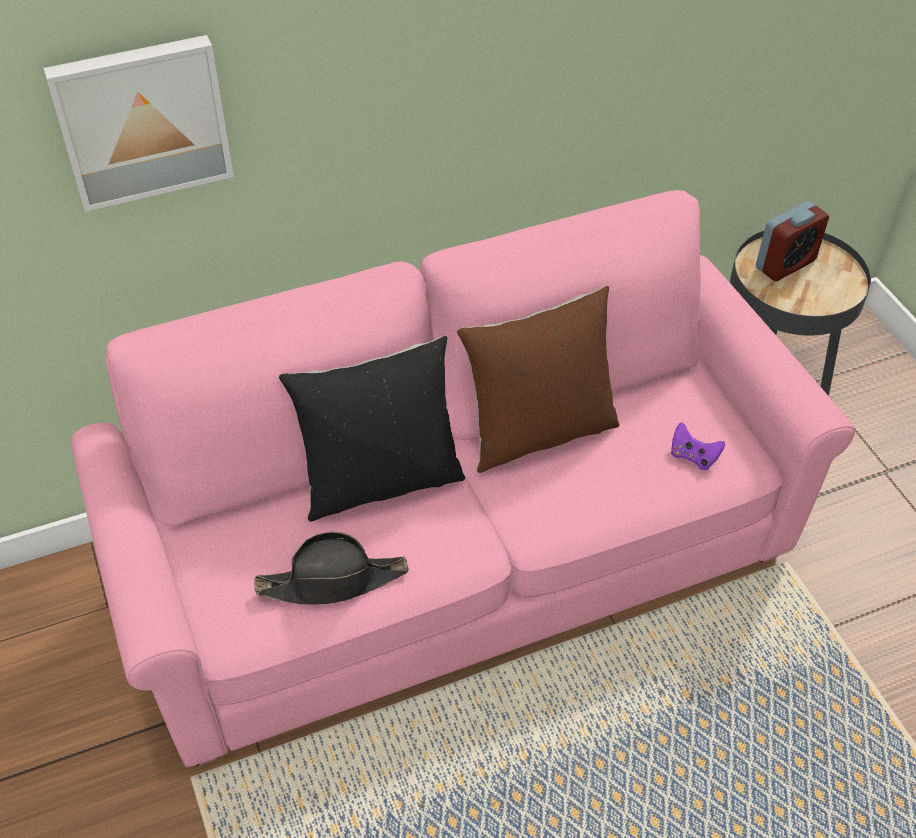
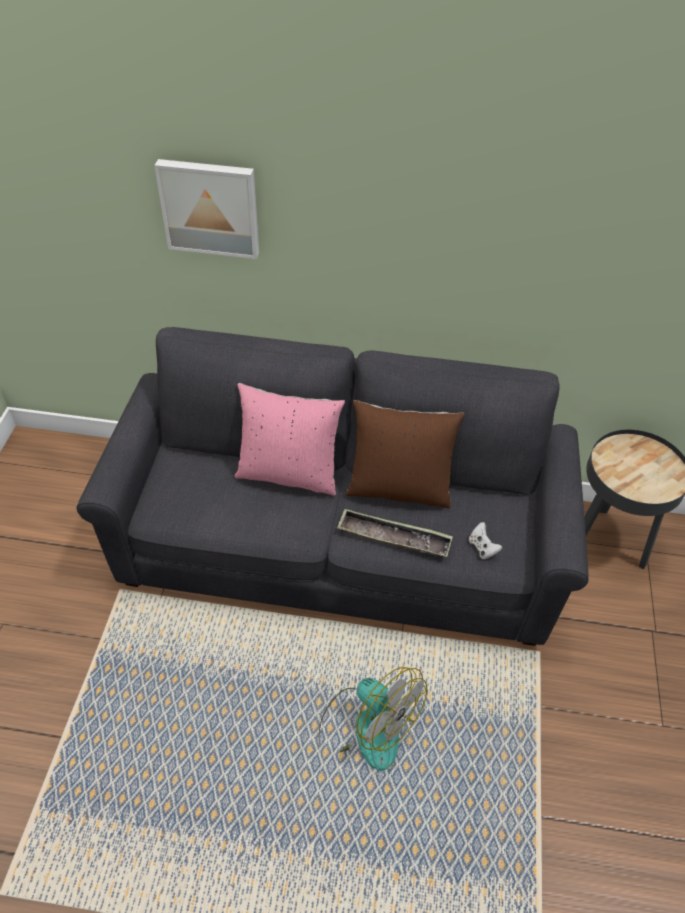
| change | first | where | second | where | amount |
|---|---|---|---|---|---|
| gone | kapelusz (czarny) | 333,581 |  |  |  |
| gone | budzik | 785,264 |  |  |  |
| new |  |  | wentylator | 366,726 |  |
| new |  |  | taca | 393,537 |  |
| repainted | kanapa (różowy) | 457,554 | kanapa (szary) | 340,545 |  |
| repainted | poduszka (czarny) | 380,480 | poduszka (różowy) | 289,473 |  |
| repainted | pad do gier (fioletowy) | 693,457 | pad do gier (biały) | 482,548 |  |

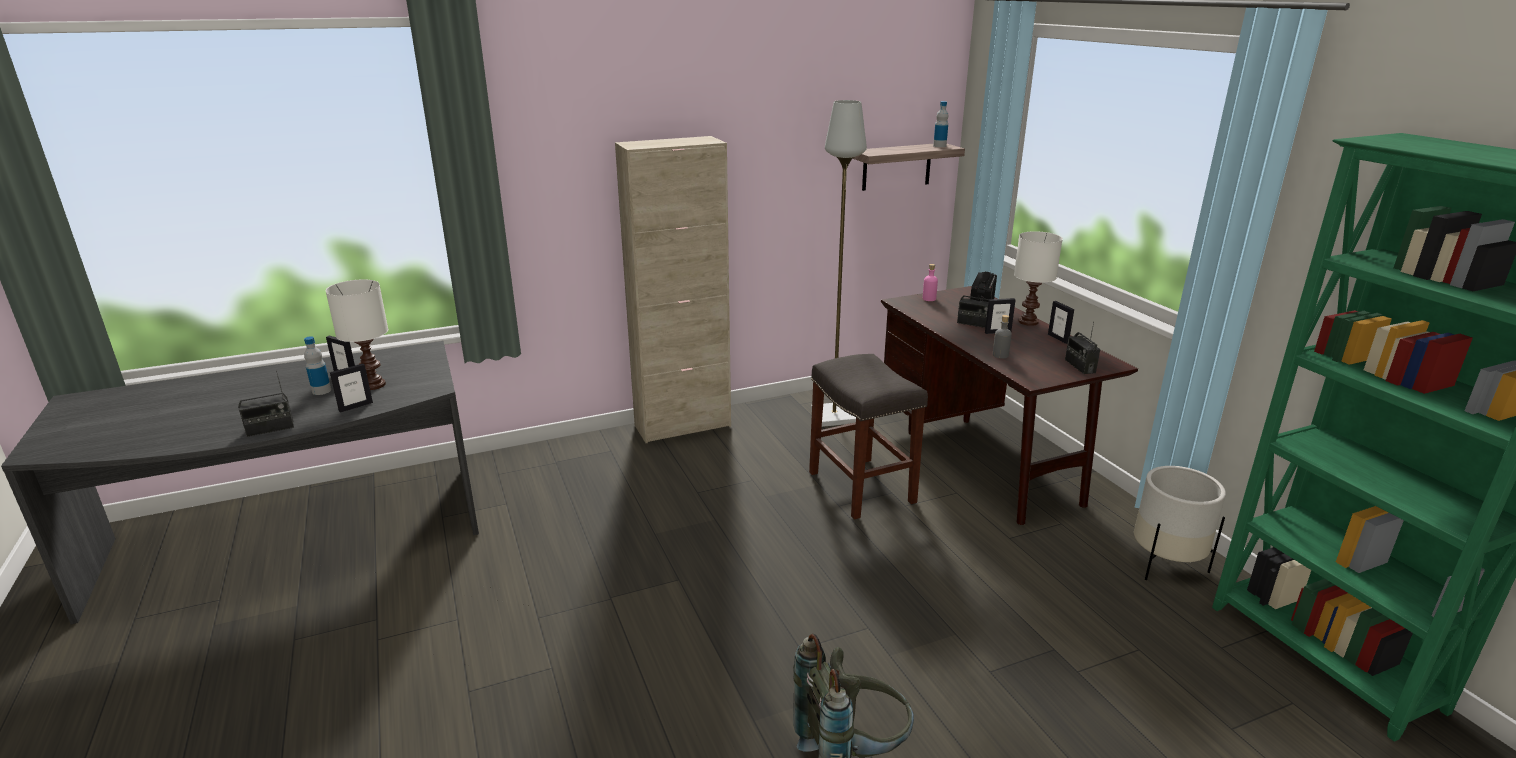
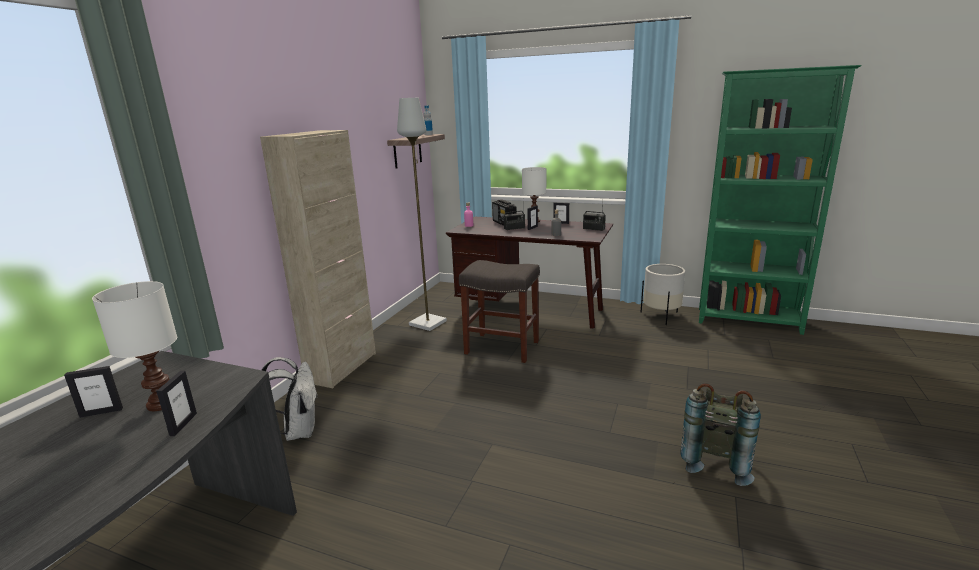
| change | first | where | second | where | amount |
|---|---|---|---|---|---|
| gone | radio | 270,429 |  |  |  |
| gone | butelka | 321,391 |  |  |  |
| new |  |  | plecak (biały) | 298,431 |  |

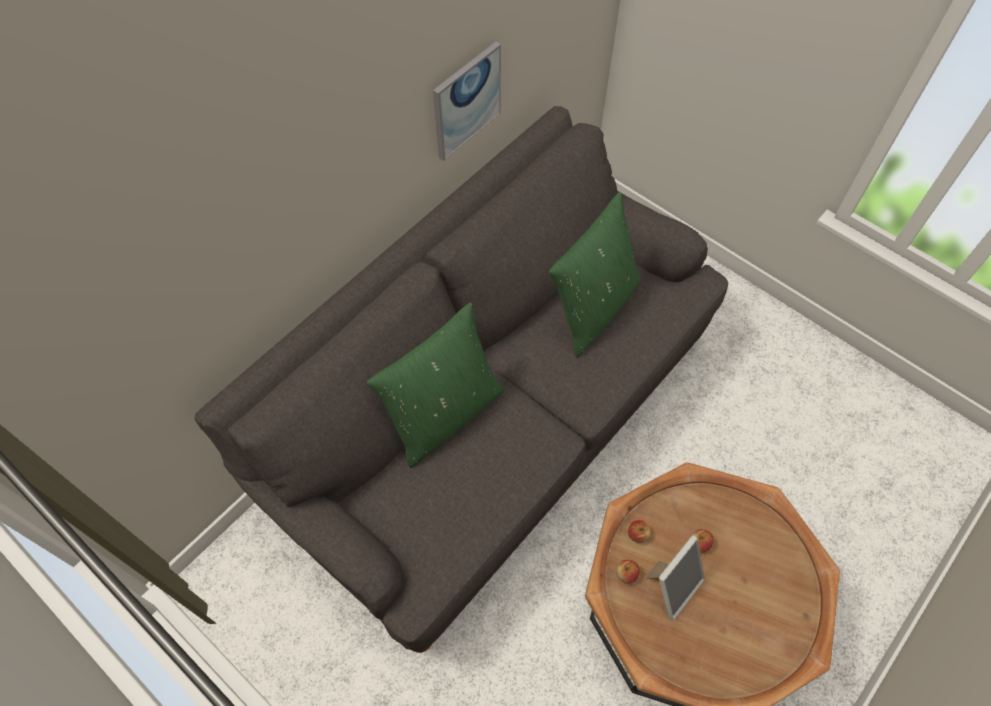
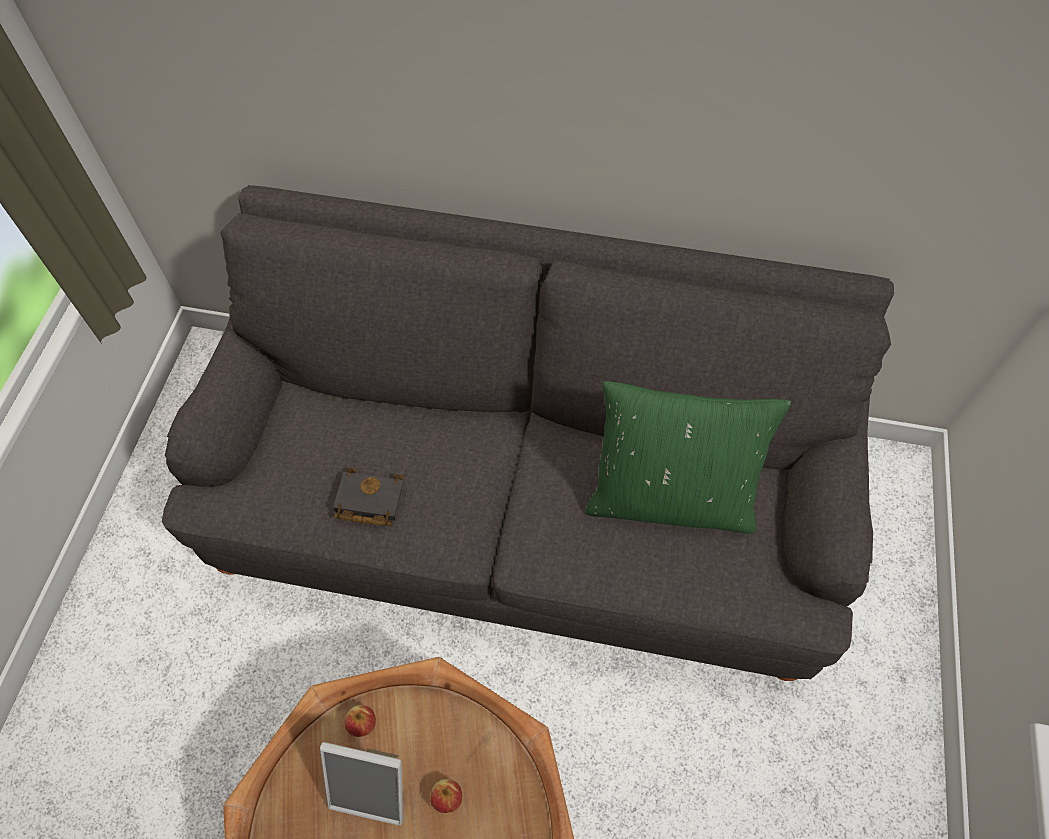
| change | first | where | second | where | amount |
|---|---|---|---|---|---|
| gone | poduszka (zielony) | 444,414 |  |  |  |
| gone | obraz | 466,101 |  |  |  |
| gone | jabłko | 637,534 |  |  |  |
| new |  |  | książka (czarny) | 367,501 |  |

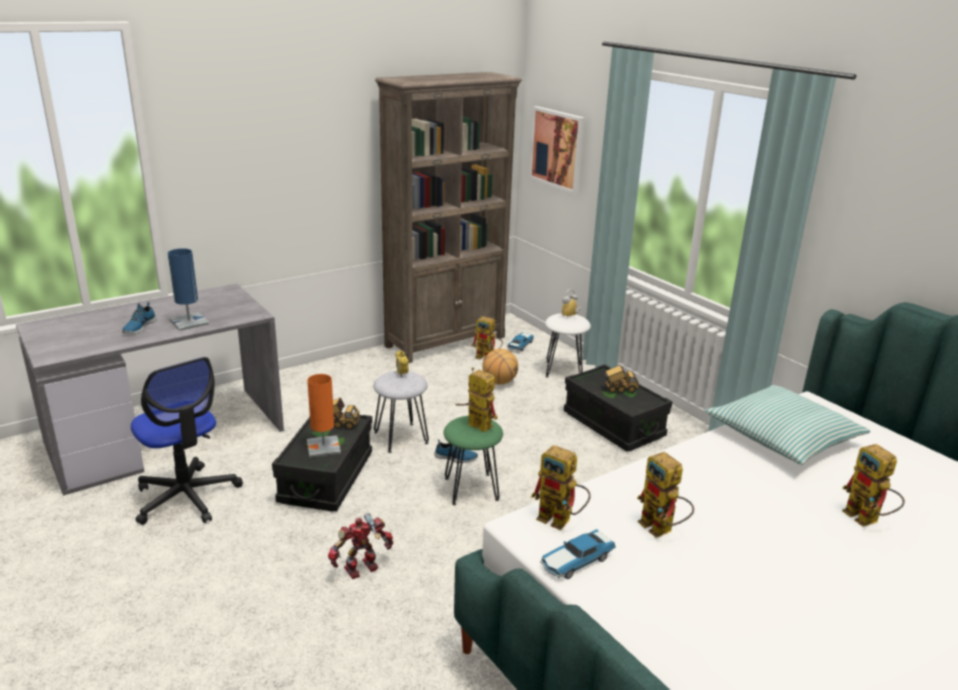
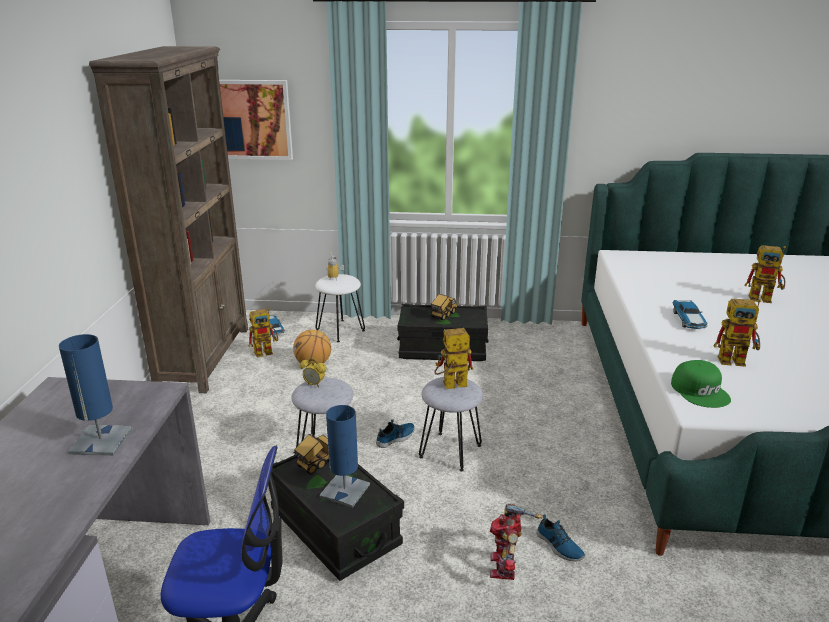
| change | first | where | second | where | amount |
|---|---|---|---|---|---|
| gone | poduszka | 782,436 |  |  |  |
| shifted | but | 138,327 |  | 559,546 |  |
| shifted | samochodzik | 575,561 |  | 688,320 |  |
| swapped | robot zabawkowy | 561,520 | czapka z daszkiem (zielony) | 700,391 |  |
| repainted | lampa stołowa (pomarańczowy) | 323,447 | lampa stołowa (niebieski) | 345,491 |  |
| repainted | stołek (zielony) | 472,489 | stołek (szary) | 450,451 |  |

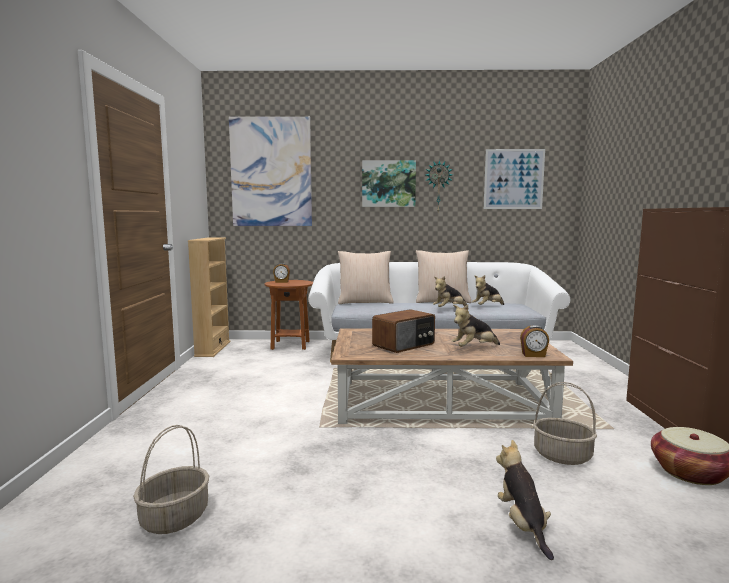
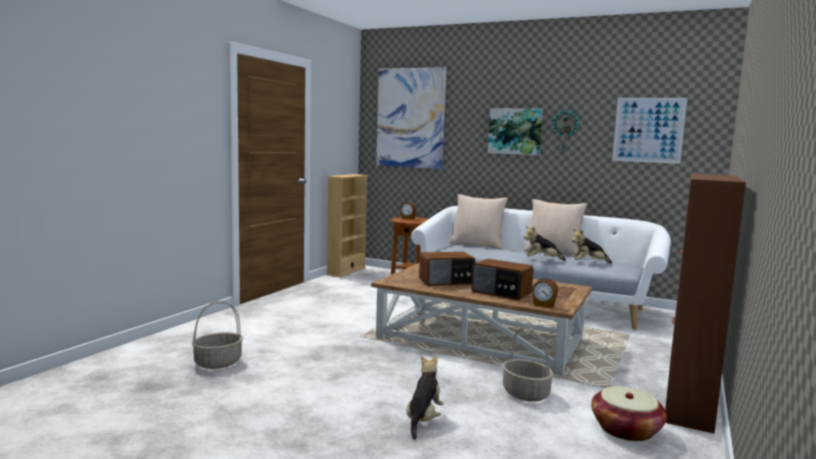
| change | first | where | second | where | amount |
|---|---|---|---|---|---|
| swapped | pluszak | 474,348 | radio | 501,293 |  |

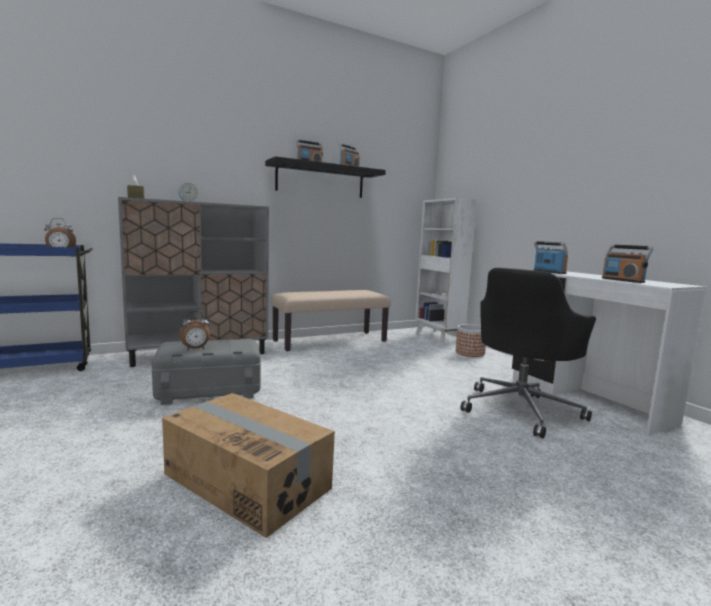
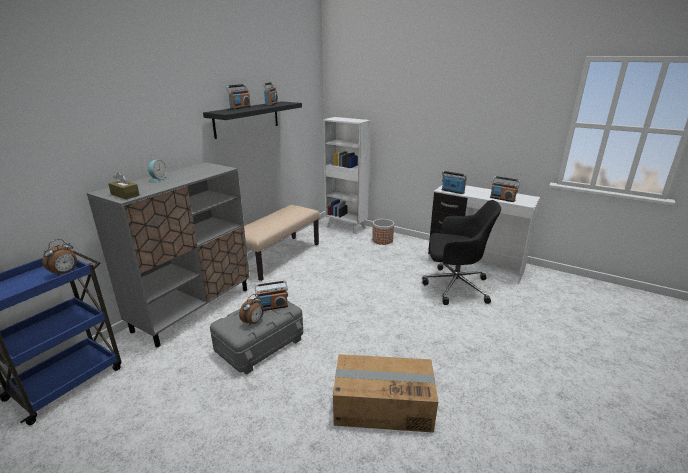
| change | first | where | second | where | amount |
|---|---|---|---|---|---|
| new |  |  | radio | 272,307 |  |
| rotated | krzesło biurowe (czarny) | 521,409 |  | 454,286 | 90 degrees counterclockwise |

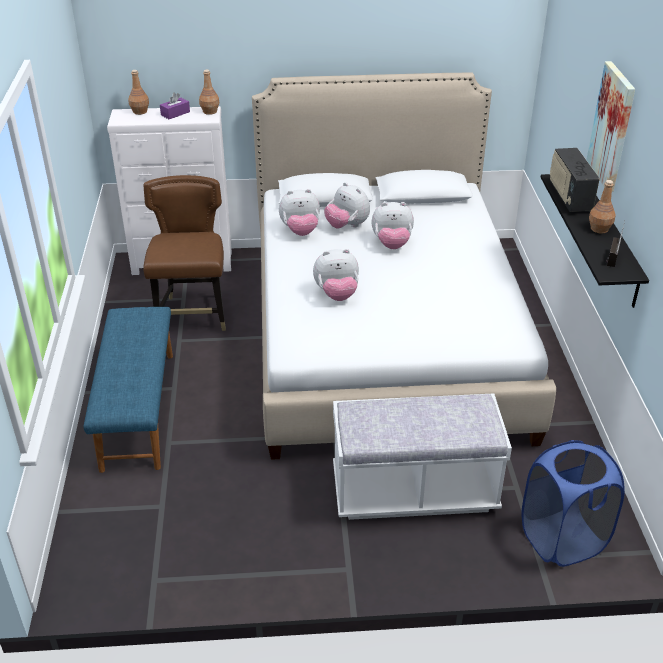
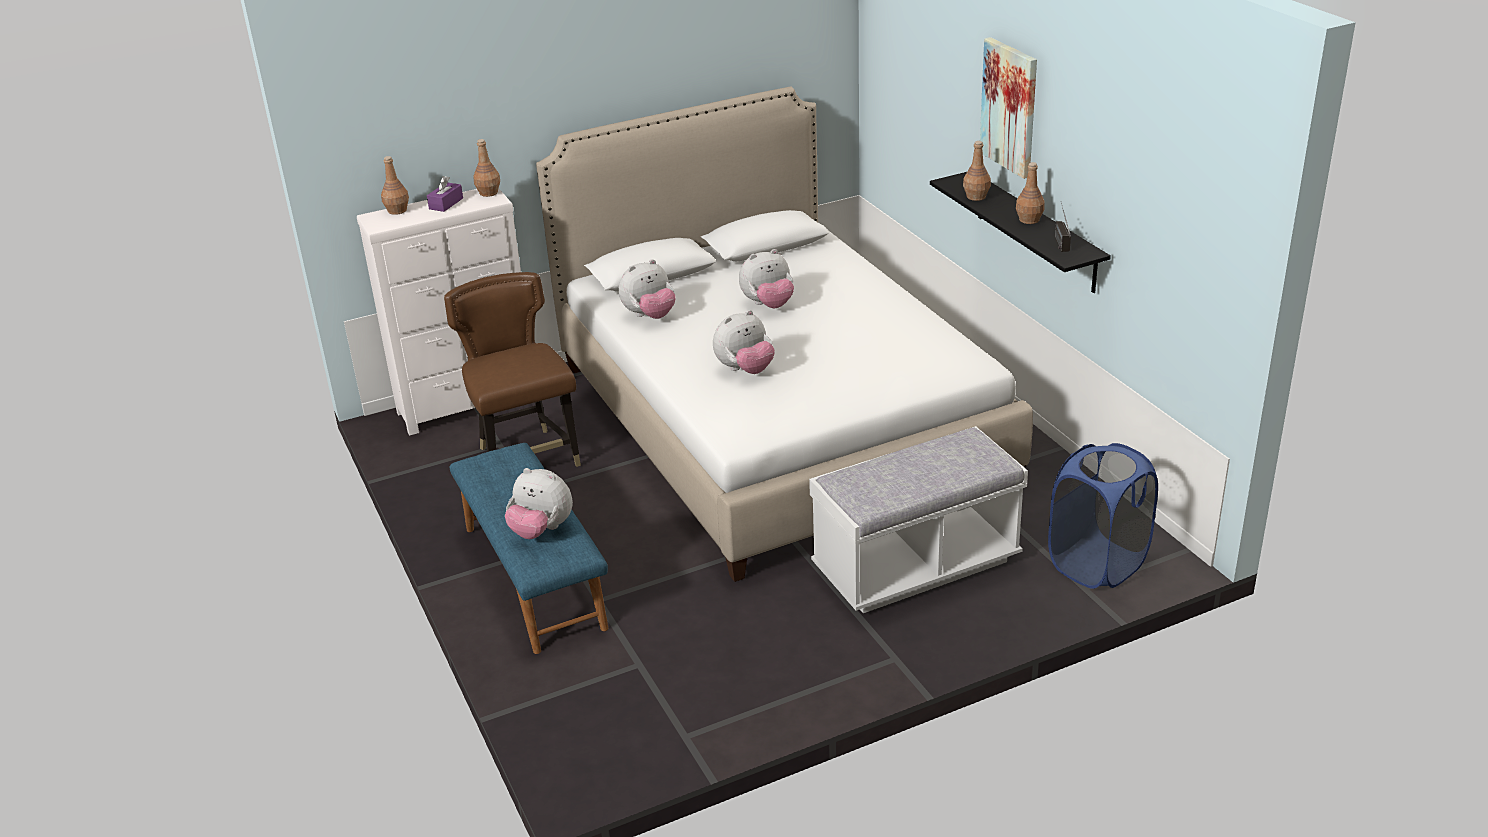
| change | first | where | second | where | amount |
|---|---|---|---|---|---|
| shifted | pluszak | 347,226 |  | 541,530 |  |
| swapped | radio | 569,197 | butelka (brązowy) | 976,197 |  |

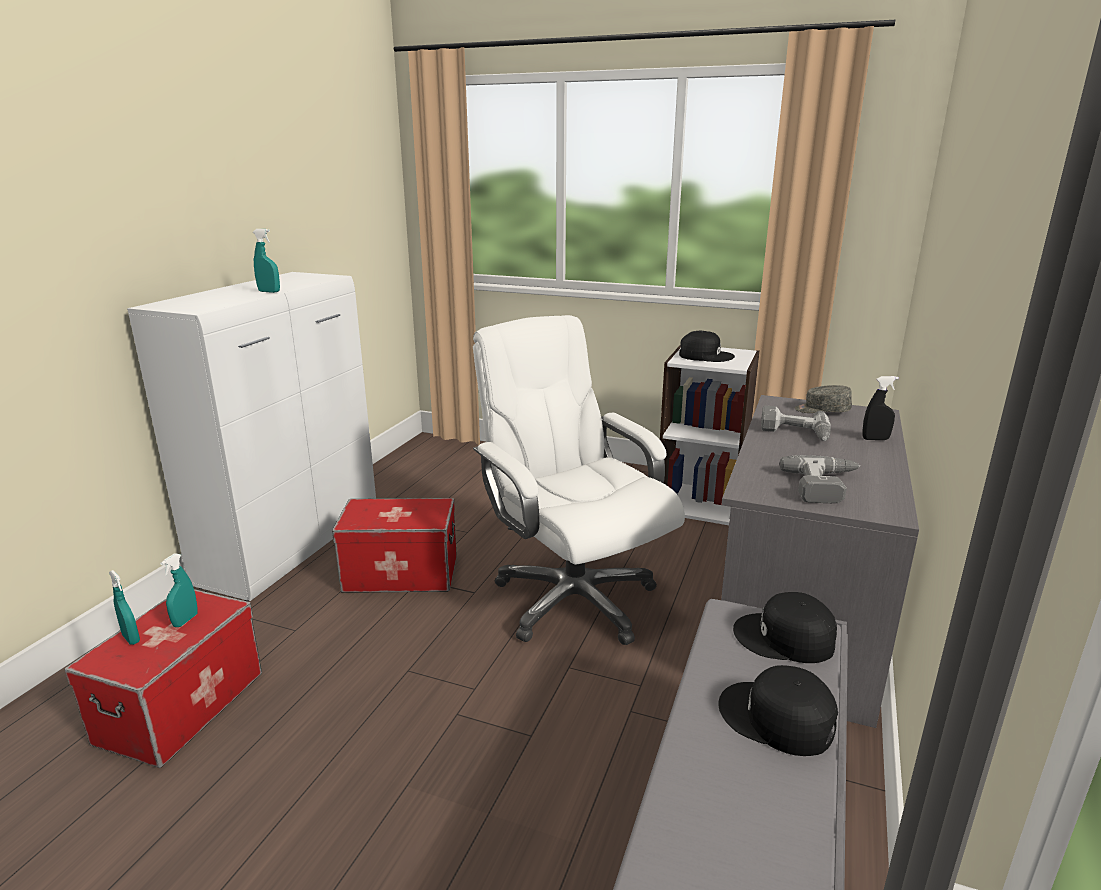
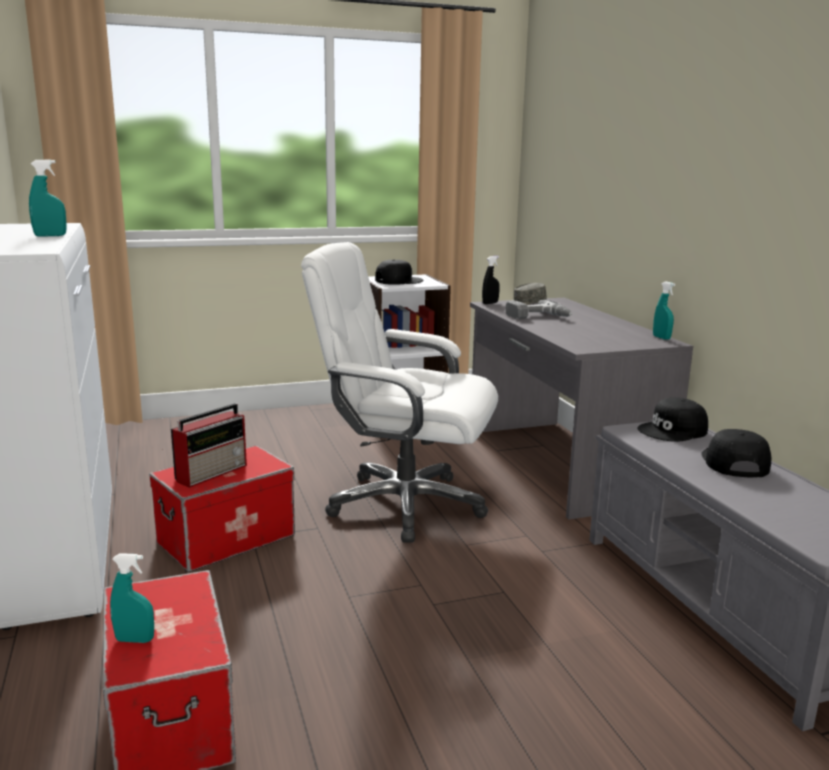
| change | first | where | second | where | amount |
|---|---|---|---|---|---|
| gone | wiertarka | 826,486 |  |  |  |
| new |  |  | radio | 213,472 |  |
| shifted | spryskiwacz (turkusowy) | 185,620 |  | 661,338 |  |
| shifted | spryskiwacz (czarny) | 875,439 |  | 490,303 |  |
| rotated | czapka z daszkiem (czarny) | 776,719 |  | 733,462 | 105 degrees clockwise |

